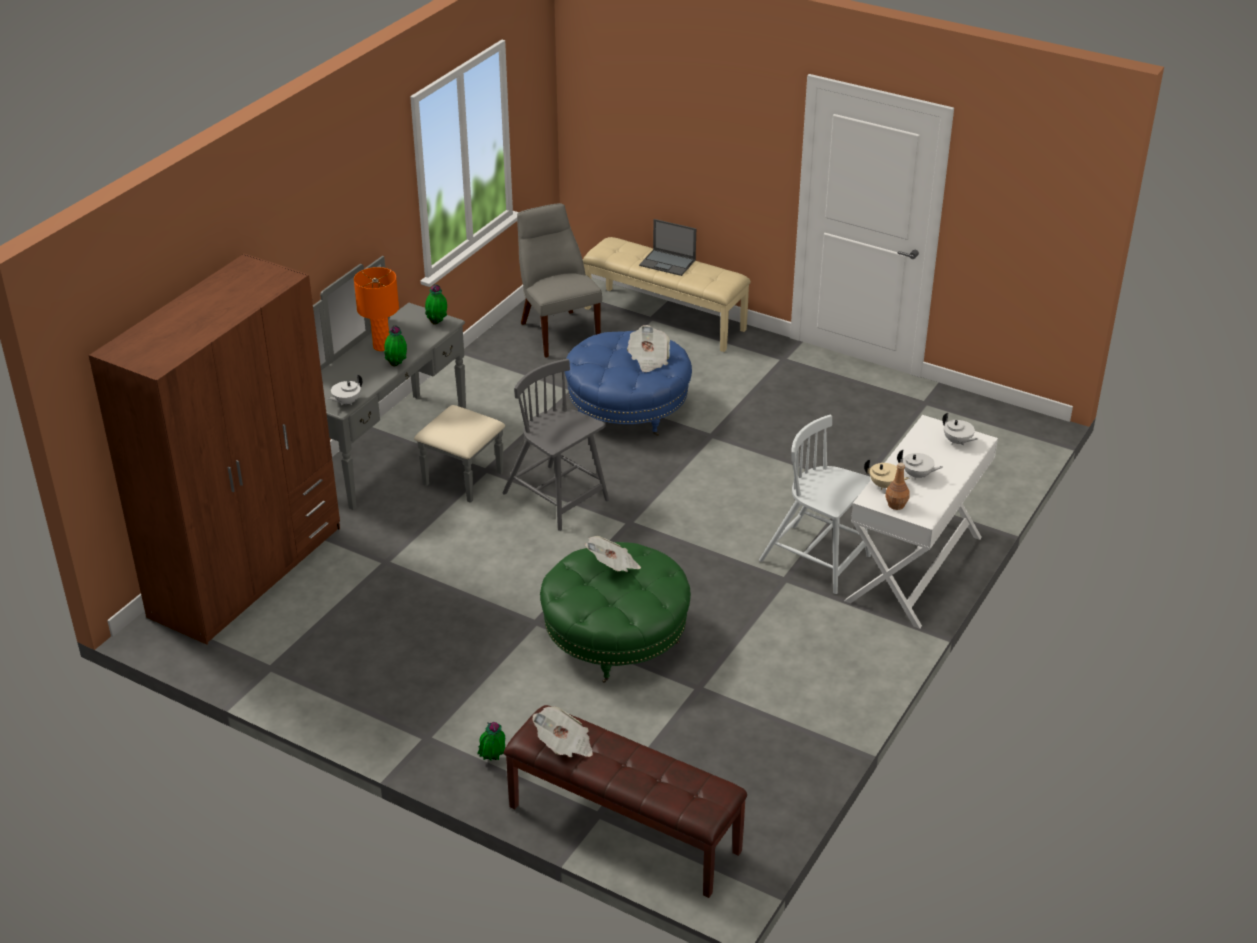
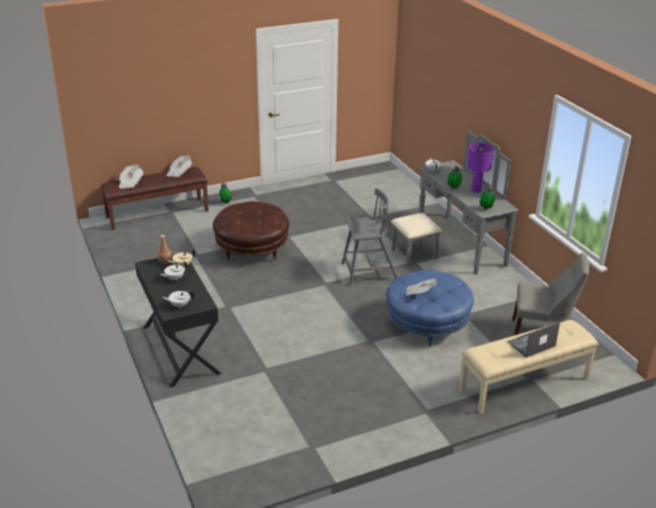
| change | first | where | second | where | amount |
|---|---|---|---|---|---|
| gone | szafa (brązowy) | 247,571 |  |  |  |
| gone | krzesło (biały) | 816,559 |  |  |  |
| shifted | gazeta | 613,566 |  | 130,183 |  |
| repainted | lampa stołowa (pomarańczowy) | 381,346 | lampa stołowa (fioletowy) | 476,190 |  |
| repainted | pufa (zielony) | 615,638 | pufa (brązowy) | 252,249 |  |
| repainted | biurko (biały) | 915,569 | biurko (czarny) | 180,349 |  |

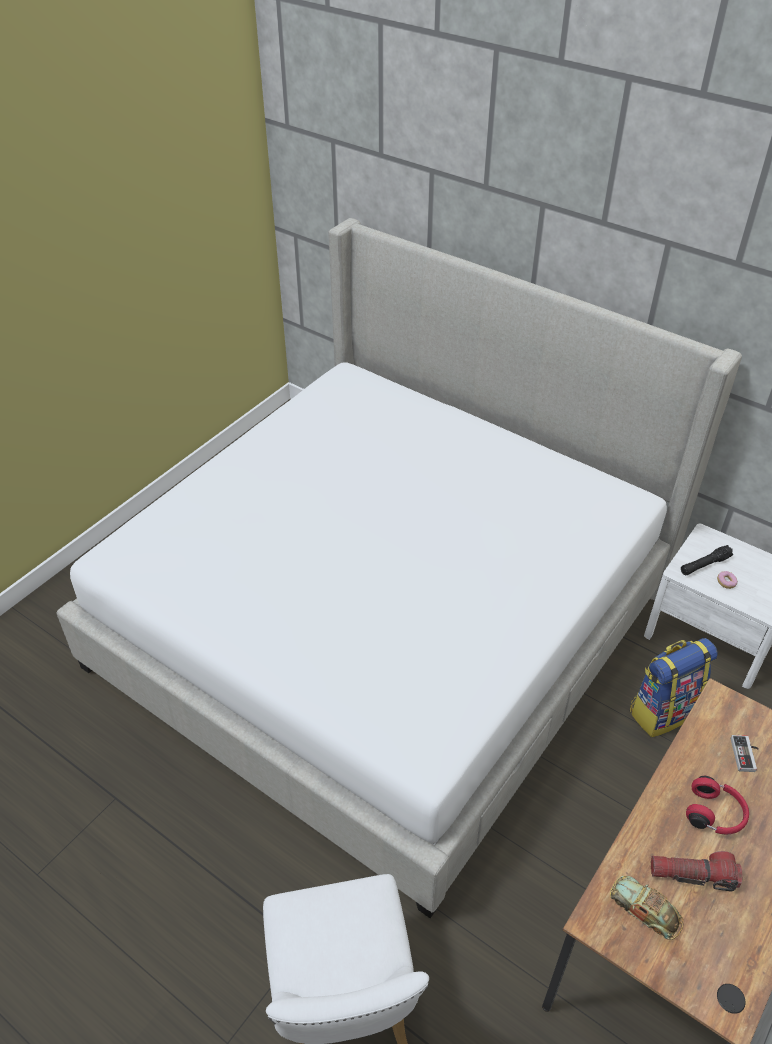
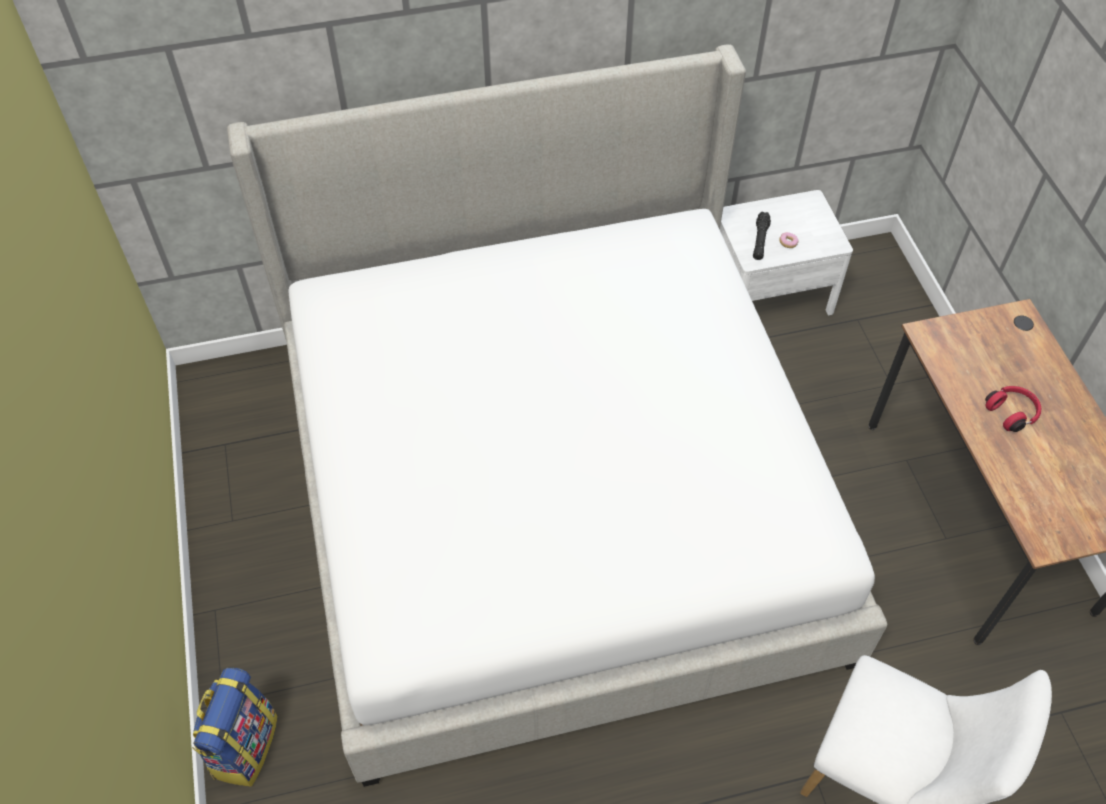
| change | first | where | second | where | amount |
|---|---|---|---|---|---|
| gone | samochodzik | 645,910 |  |  |  |
| gone | latarka | 692,875 |  |  |  |
| gone | pad do gier | 746,755 |  |  |  |
| shifted | plecak | 663,710 |  | 244,745 |  |

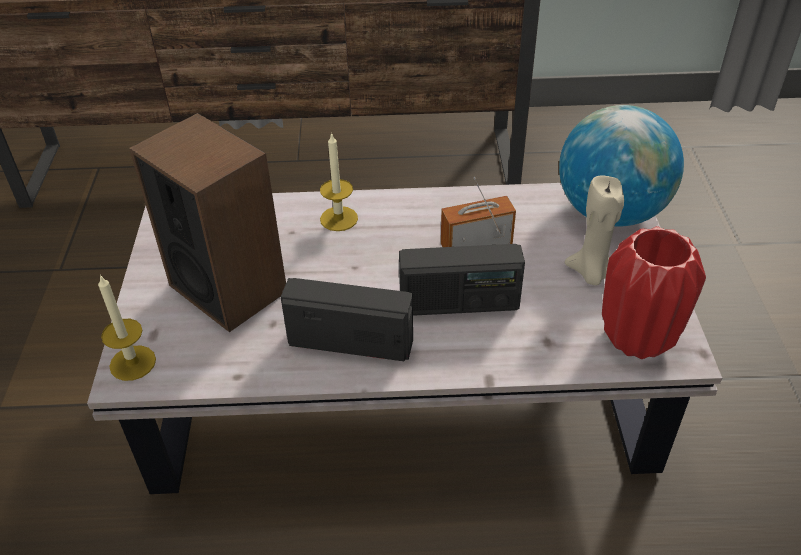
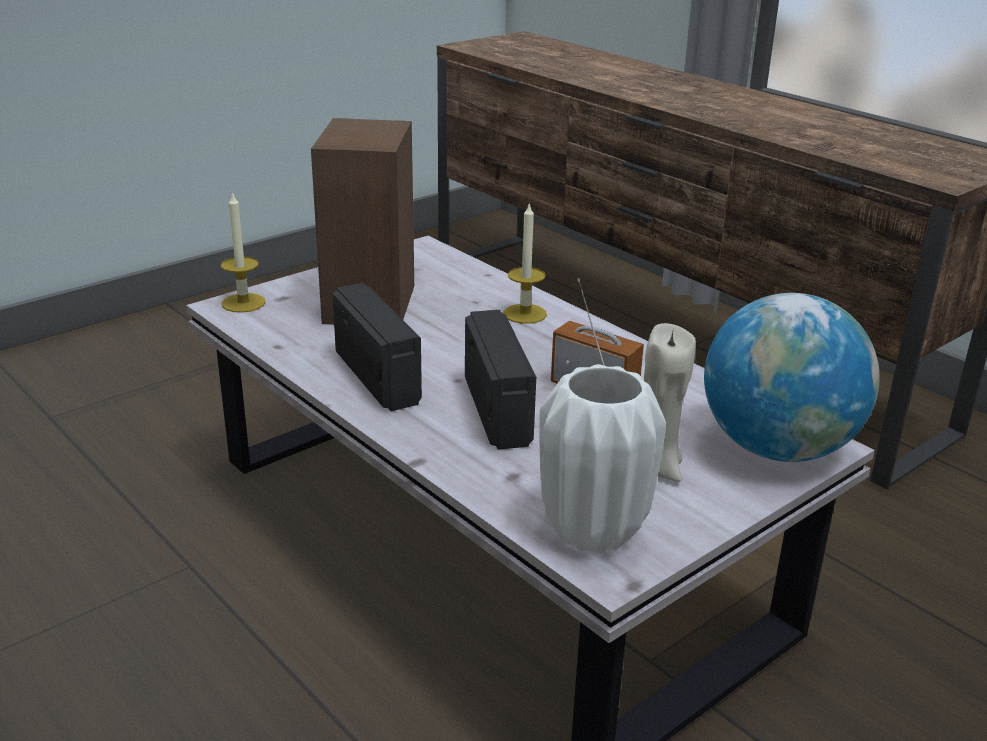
| change | first | where | second | where | amount |
|---|---|---|---|---|---|
| repainted | wazon (czerwony) | 638,340 | wazon (biały) | 592,532 |  |
| rotated | radio | 459,304 |  | 498,410 | 150 degrees counterclockwise |

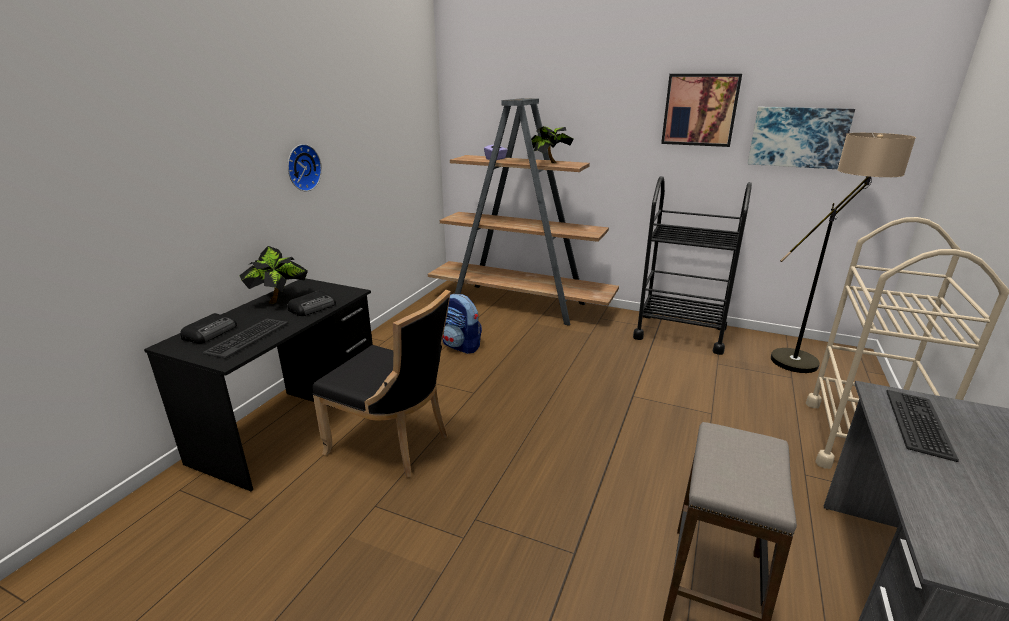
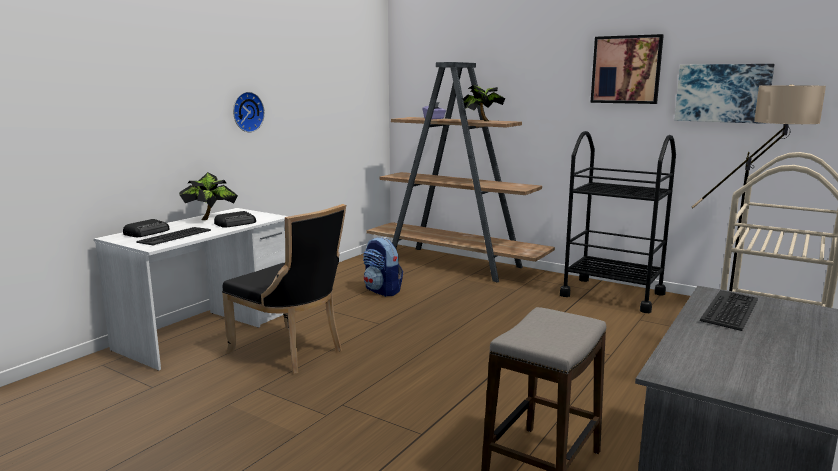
| change | first | where | second | where | amount |
|---|---|---|---|---|---|
| repainted | biurko (czarny) | 291,422 | biurko (biały) | 208,331 |  |

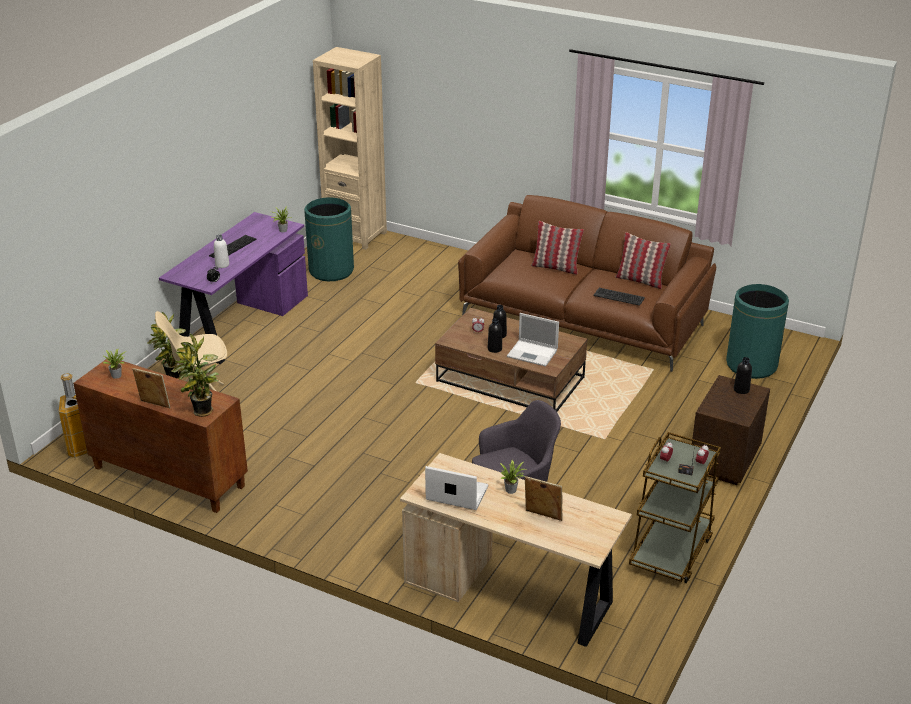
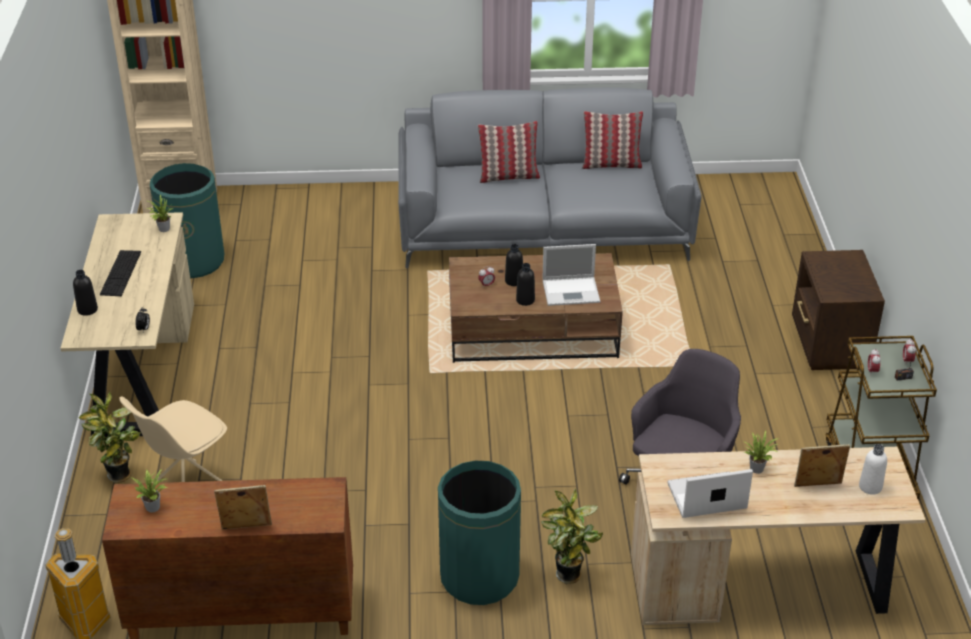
| change | first | where | second | where | amount |
|---|---|---|---|---|---|
| gone | klawiatura | 619,297 |  |  |  |
| shifted | roślina doniczkowa | 202,413 |  | 570,577 |  |
| shifted | butelka (biały) | 222,265 |  | 870,486 |  |
| shifted | kosz na śmieci (zielony) | 751,365 |  | 479,577 |  |
| shifted | butelka (czarny) | 741,389 |  | 87,309 |  |
| repainted | biurko (fioletowy) | 241,323 | biurko (beżowy) | 141,370 |  |
| repainted | kanapa (brązowy) | 584,318 | kanapa (szary) | 544,227 |  |

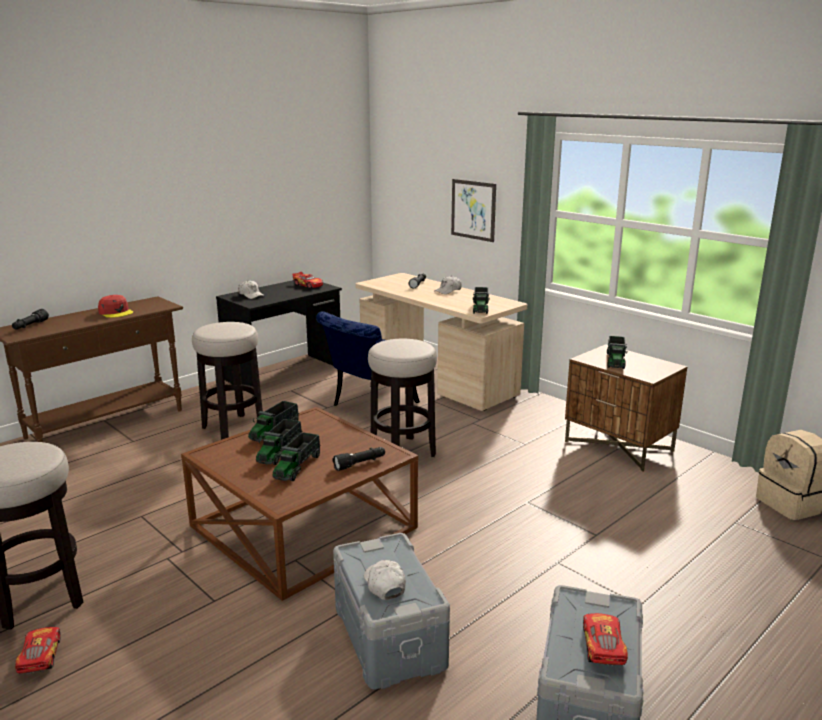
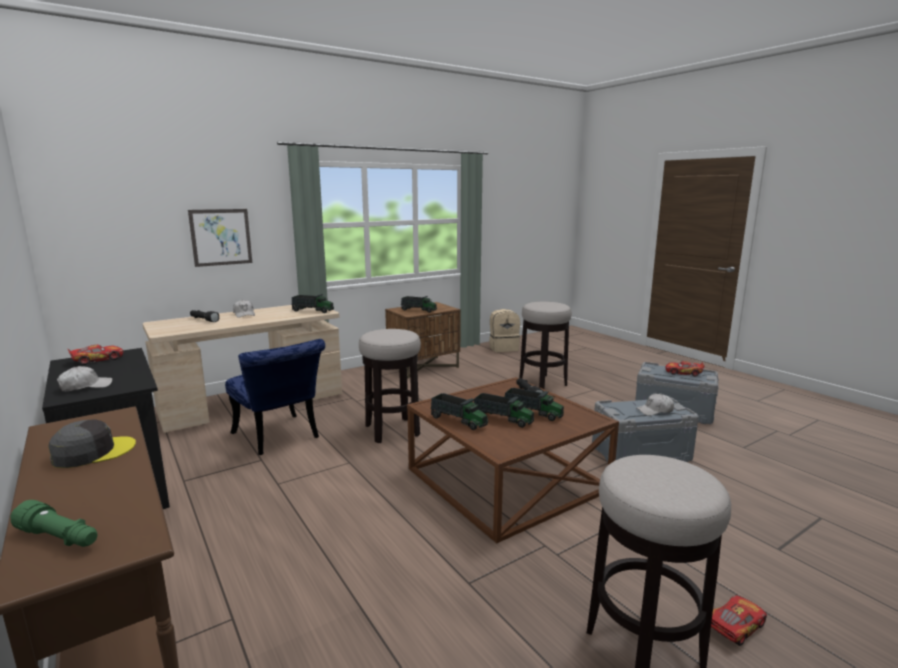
| change | first | where | second | where | amount |
|---|---|---|---|---|---|
| shifted | stołek | 233,428 |  | 543,383 |  |
| repainted | latarka (czarny) | 30,326 | latarka (zielony) | 60,538 |  |
| repainted | czapka z daszkiem (czerwony) | 116,312 | czapka z daszkiem (szary) | 93,452 |  |
| rotated | samochodzik | 39,657 |  | 734,626 | 150 degrees clockwise |

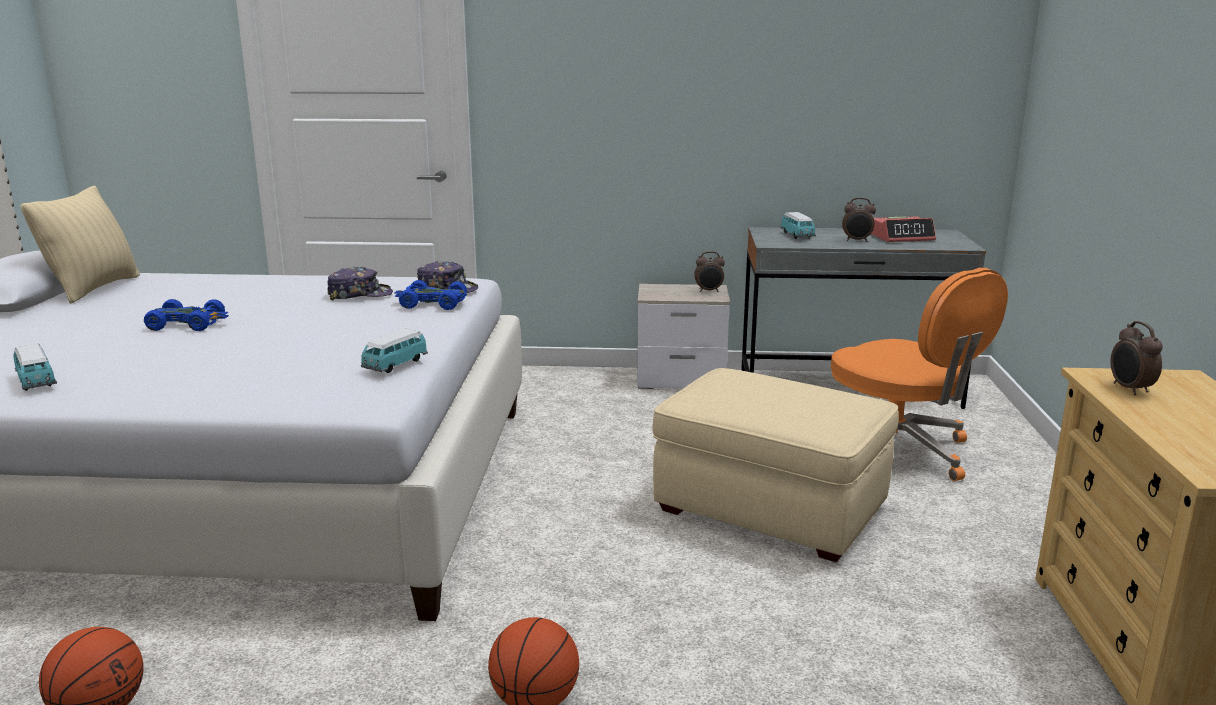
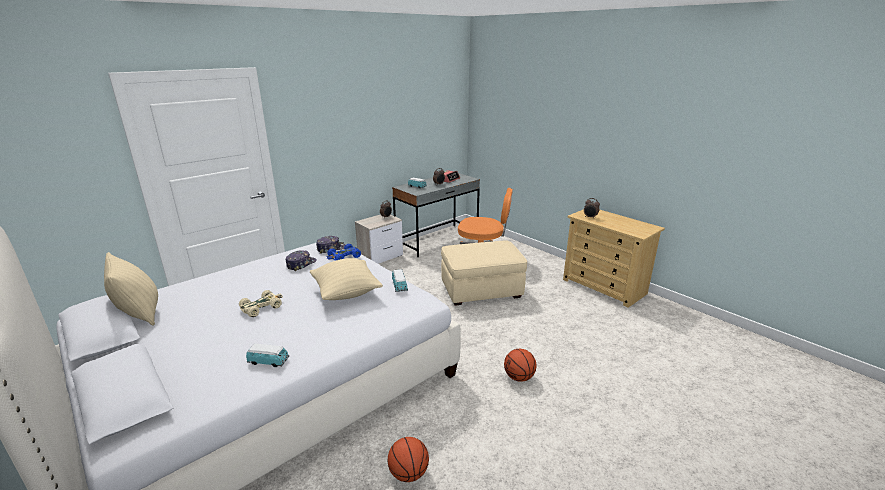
| change | first | where | second | where | amount |
|---|---|---|---|---|---|
| new |  |  | poduszka (beżowy) | 346,293 |  |
| repainted | samochodzik (niebieski) | 188,324 | samochodzik (beżowy) | 261,307 |  |

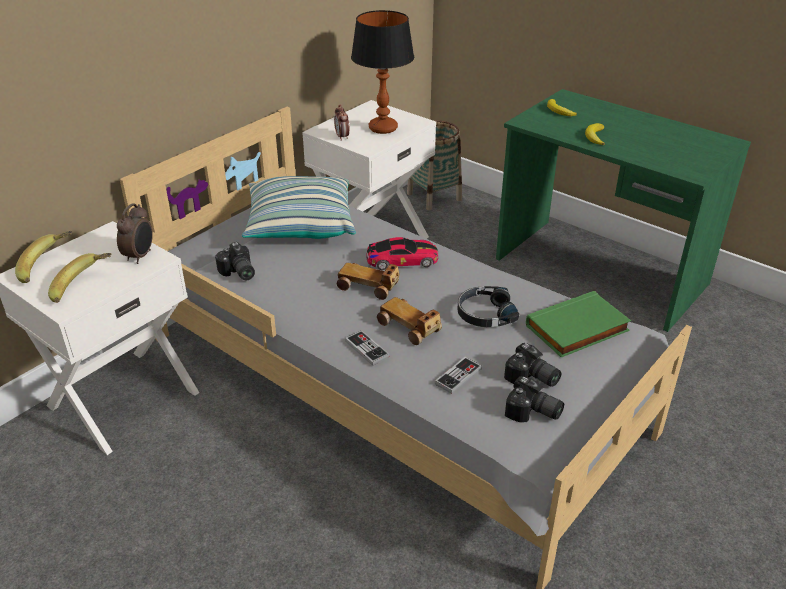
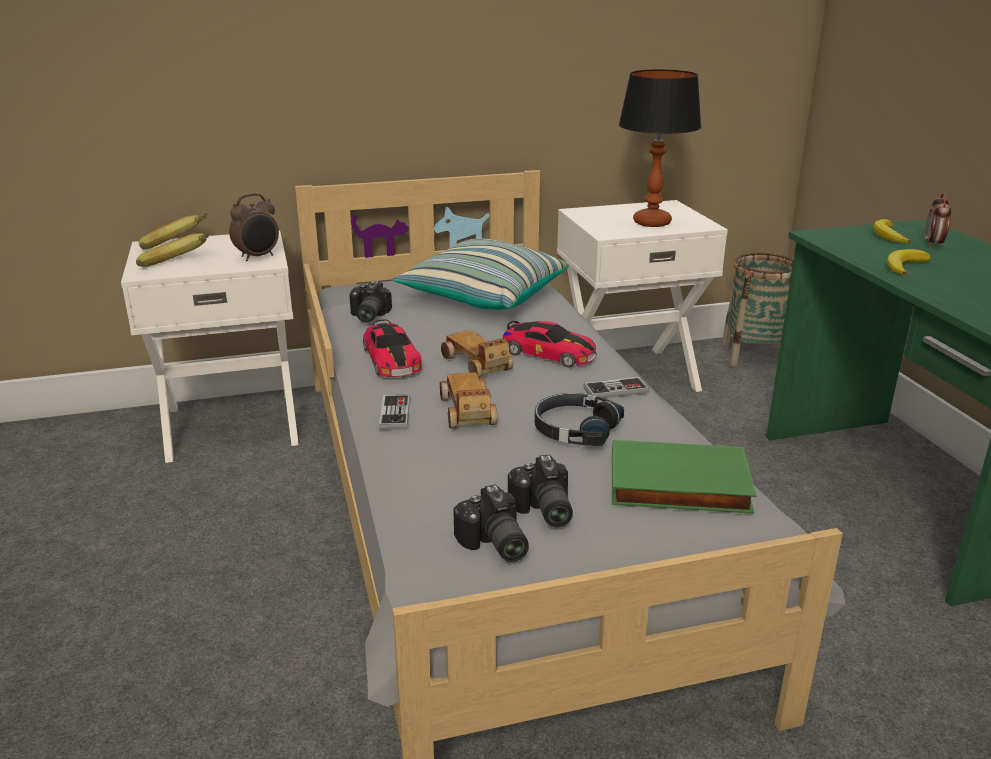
| change | first | where | second | where | amount |
|---|---|---|---|---|---|
| new |  |  | samochodzik | 391,359 |  |
| shifted | budzik | 342,137 |  | 933,244 |  |
| shifted | pad do gier | 458,376 |  | 615,390 |  |

